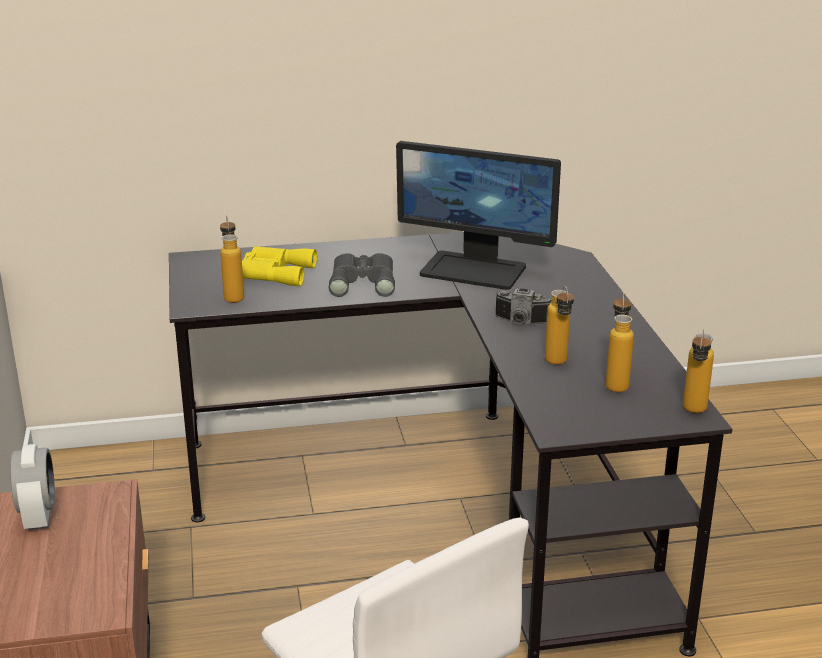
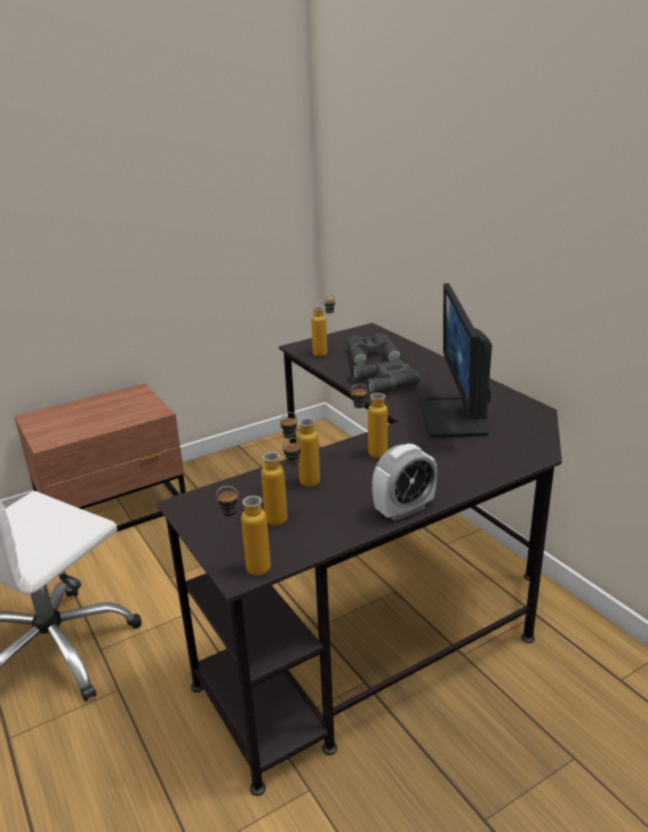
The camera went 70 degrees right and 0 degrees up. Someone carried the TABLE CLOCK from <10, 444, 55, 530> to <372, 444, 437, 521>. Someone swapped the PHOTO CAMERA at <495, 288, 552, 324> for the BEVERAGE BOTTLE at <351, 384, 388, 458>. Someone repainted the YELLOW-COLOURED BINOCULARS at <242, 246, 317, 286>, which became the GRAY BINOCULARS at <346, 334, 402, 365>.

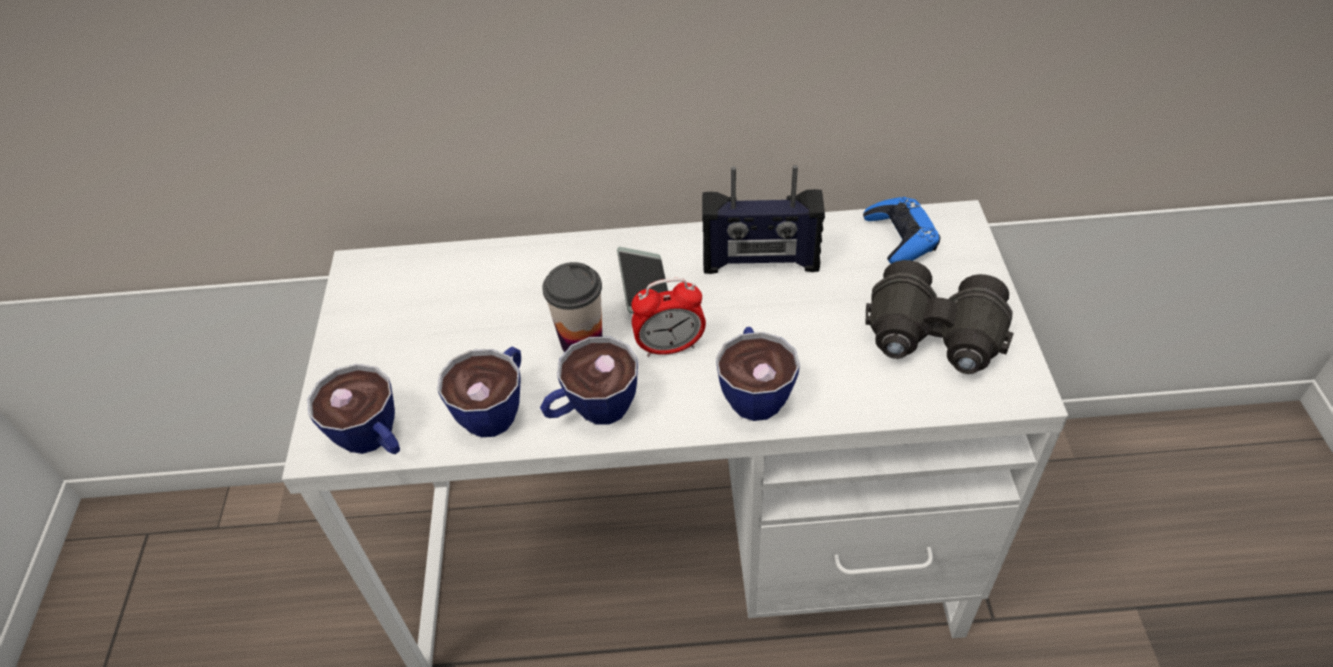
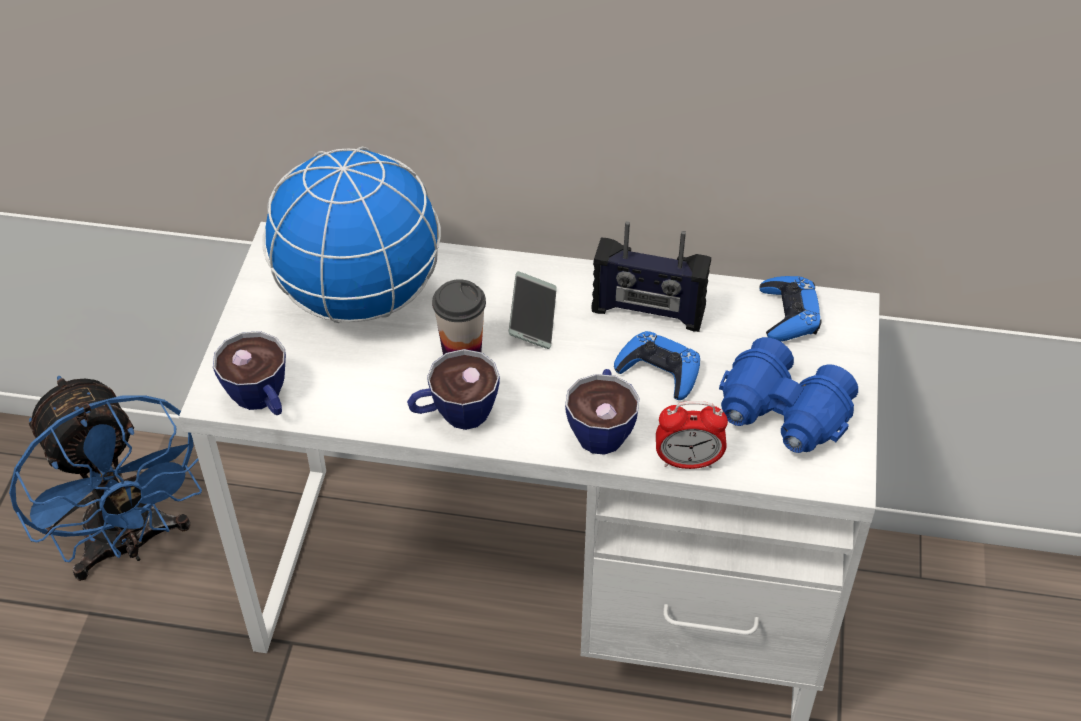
The camera went 10 degrees right and 0 degrees up. Someone took away the CUP at <437, 347, 521, 437>. Someone put down the BLUE-COLOURED COOLING FAN at <9, 376, 202, 581>. Someone put down the DESK GLOBE at <262, 147, 441, 323>. Someone put down the BLUE-COLOURED GAME CONTROLLER at <614, 331, 700, 400>. Someone carried the TABLE CLOCK from <631, 278, 706, 357> to <656, 401, 728, 469>. Someone repainted the BLACKISH BINOCULARS at <866, 260, 1014, 374>, which became the BLUE-COLOURED BINOCULARS at <719, 337, 858, 453>.

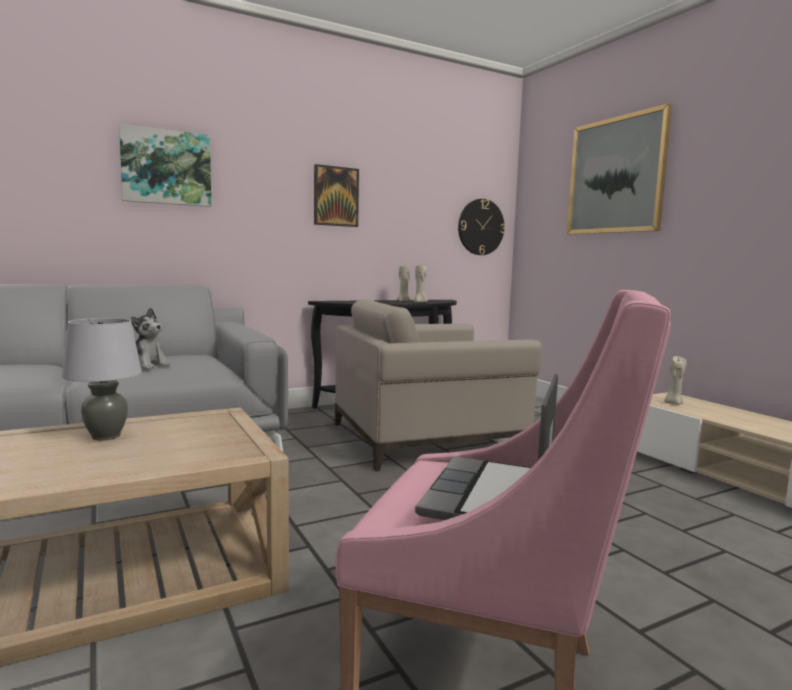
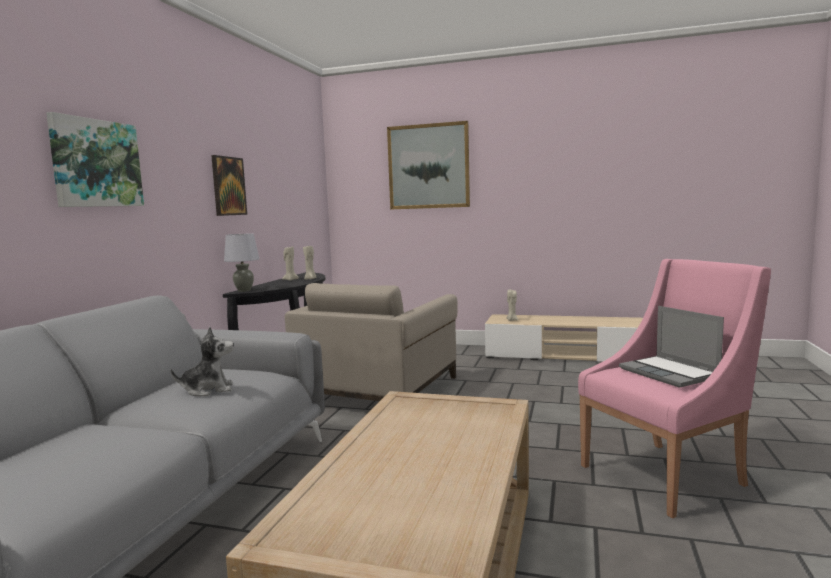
The camera went 45 degrees left and 0 degrees up. Someone took away the HANGING CLOCK at <458, 199, 505, 255>. Someone carried the GRAY TABLE LAMP from <62, 318, 142, 440> to <224, 234, 259, 292>.

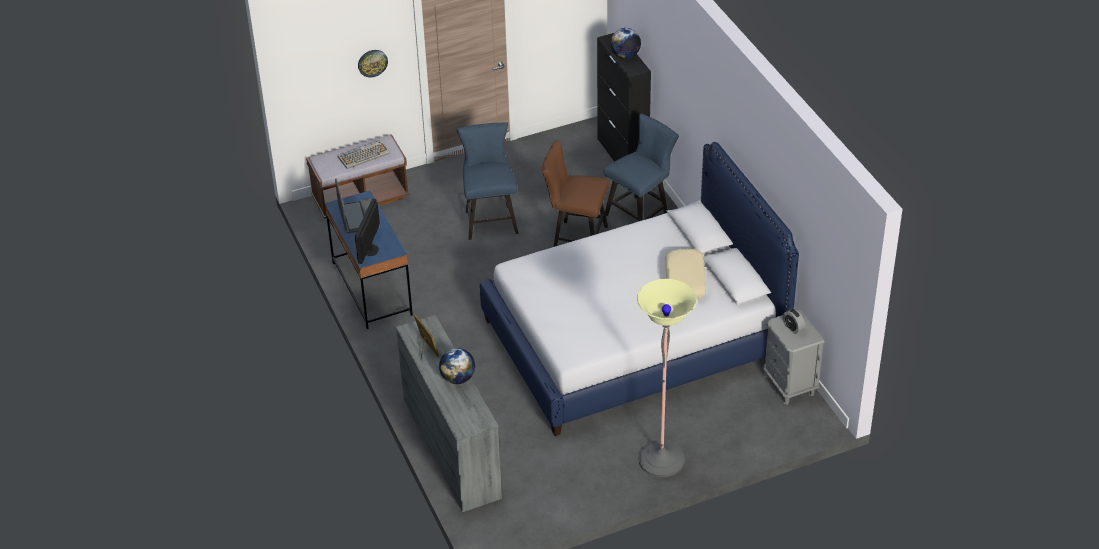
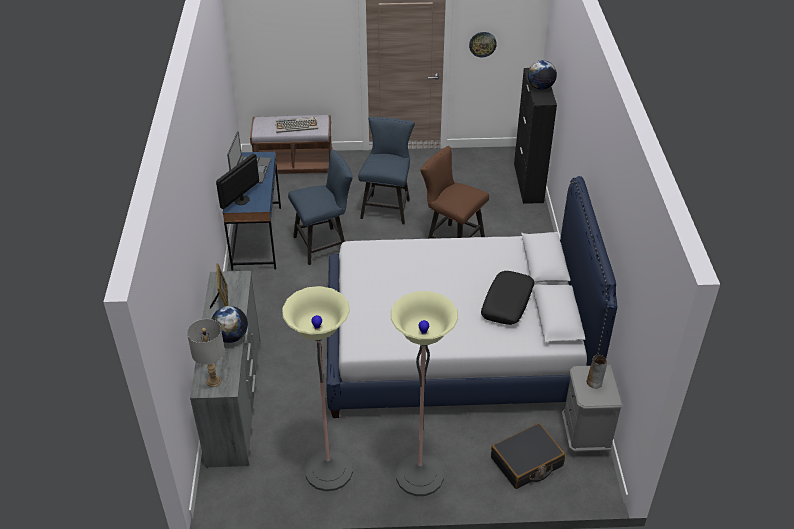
The camera went 20 degrees right and 0 degrees up. Someone put down the GRAY TABLE LAMP at <187, 319, 225, 387>. Someone put down the STANDARD LAMP at <282, 286, 353, 491>. Someone put down the BLACKISH TRAVEL CASE at <491, 423, 565, 489>. Someone carried the HANGING CLOCK from <358, 50, 388, 78> to <469, 32, 497, 57>. Someone carried the BLUE-COLOURED UPRIGHT CHAIR from <604, 114, 679, 221> to <288, 150, 353, 265>. Someone swapped the TABLE CLOCK at <783, 309, 805, 334> for the FLOWER VASE at <586, 354, 607, 389>. Someone repainted the BEIGE-COLOURED THROW PILLOW at <665, 249, 706, 299>, which became the BLACKISH THROW PILLOW at <481, 271, 535, 325>.

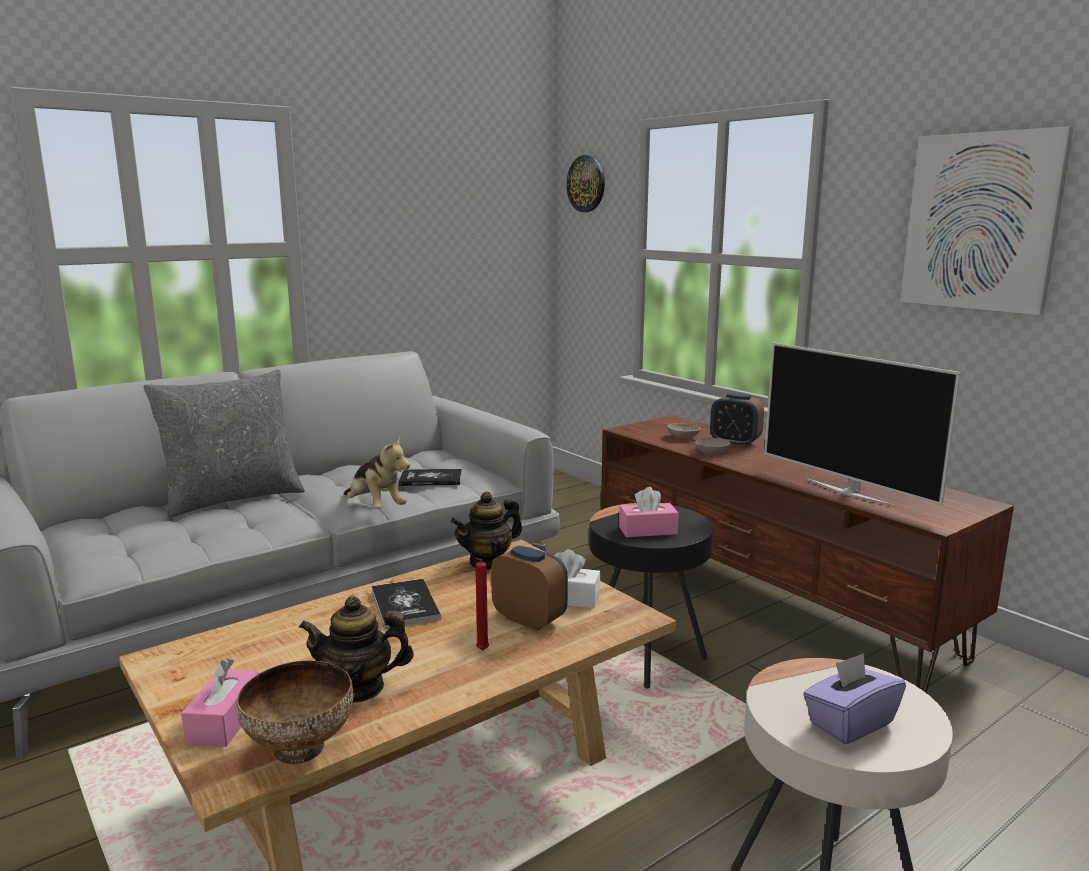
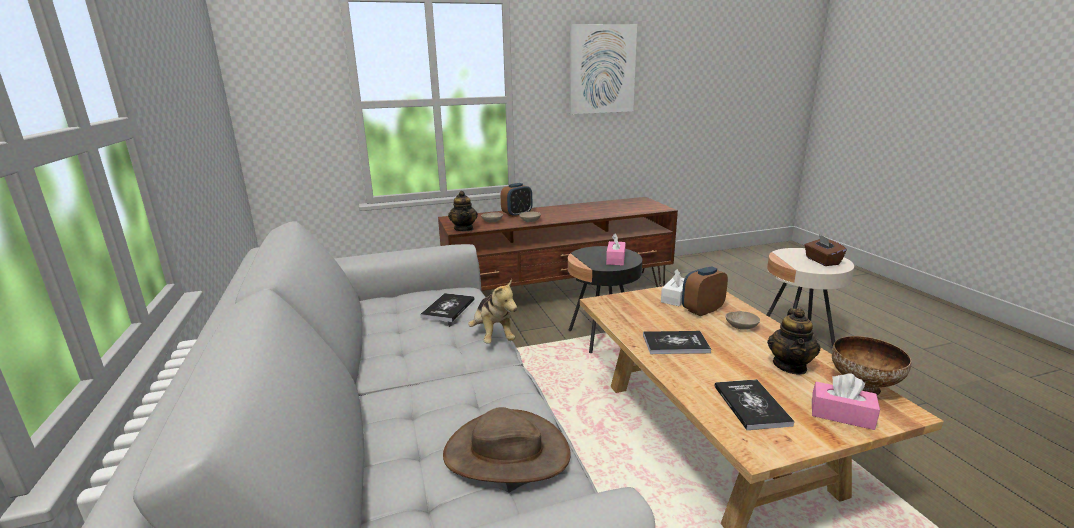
The camera went 70 degrees left and 5 degrees up. Someone took away the GRAY THROW PILLOW at <143, 369, 305, 518>. Someone took away the HANGING CLOCK at <566, 155, 605, 212>. Someone took away the TV SET at <764, 343, 961, 507>. Someone put down the BROWN HAT at <443, 407, 571, 483>. Someone put down the BOUND BOOK at <714, 379, 795, 430>. Someone carried the TEAPOT from <450, 492, 522, 570> to <448, 191, 478, 231>. Someone swapped the RED-COLOURED WAX CANDLE at <475, 558, 489, 650> for the BEIGE-COLOURED DEEP DISH at <725, 311, 760, 330>. Someone repainted the PURPLE TISSUE HOLDER at <803, 653, 906, 744>, which became the BROWN TISSUE HOLDER at <804, 234, 847, 266>. Someone rotated the SOFT TOY at <344, 436, 410, 509> by 90 degrees clockwise.

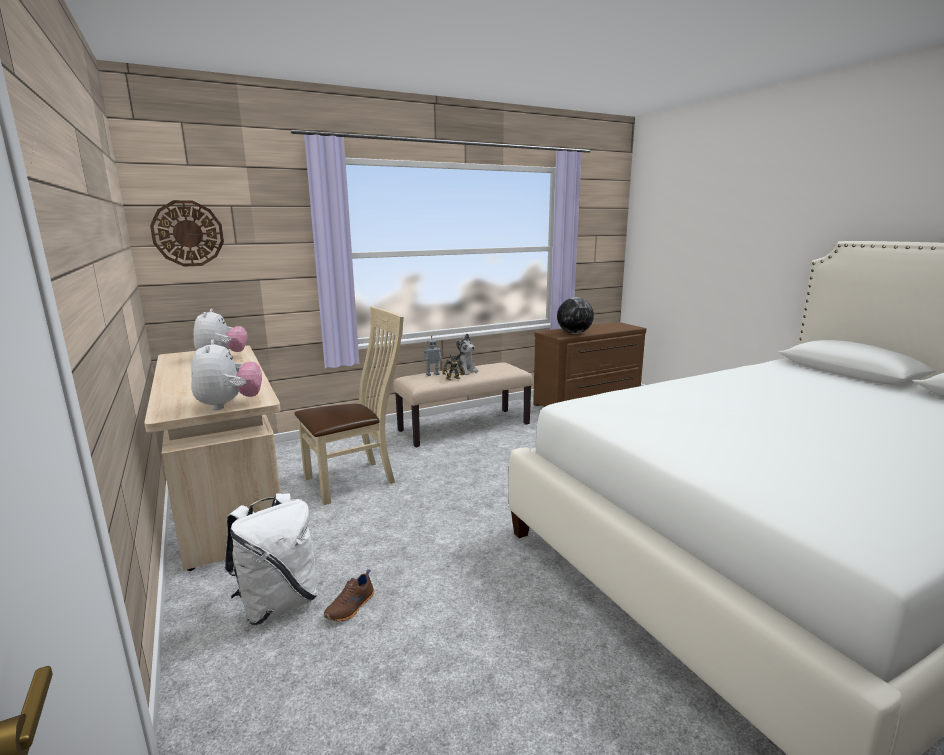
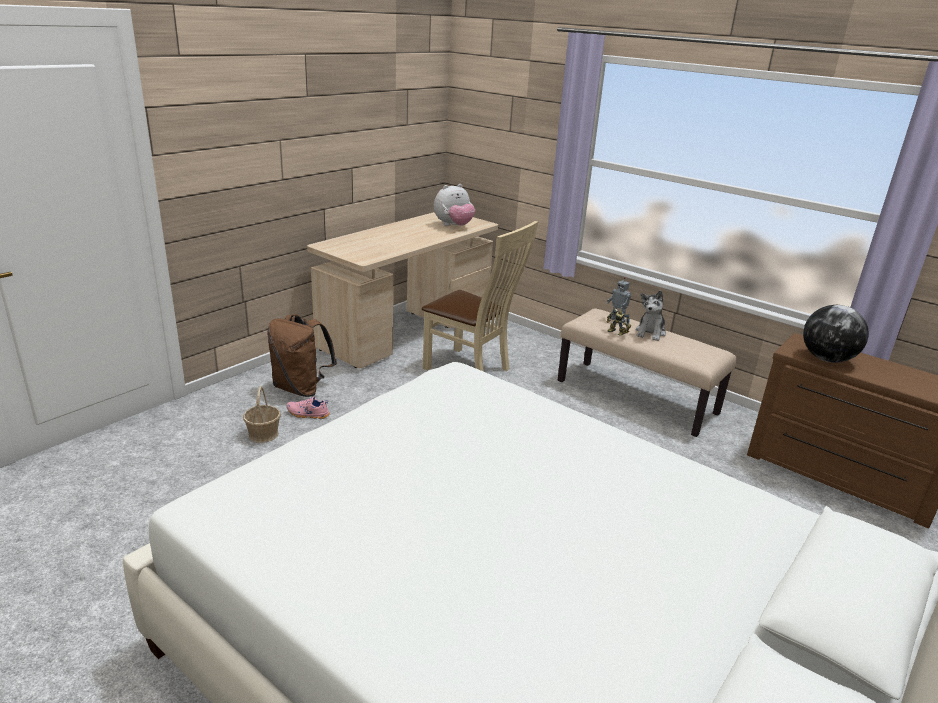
The camera went 65 degrees right and 10 degrees up. Someone took away the HANGING CLOCK at <150, 200, 224, 267>. Someone took away the SOFT TOY at <191, 340, 262, 410>. Someone put down the STORAGE BASKET at <243, 386, 281, 443>. Someone repainted the WHITE-COLOURED KNAPSACK at <225, 493, 318, 625>, which became the BROWN KNAPSACK at <267, 314, 337, 397>. Someone repainted the BROWN ITEM OF FOOTWEAR at <324, 569, 374, 622>, which became the PINK-COLOURED ITEM OF FOOTWEAR at <287, 397, 330, 419>.

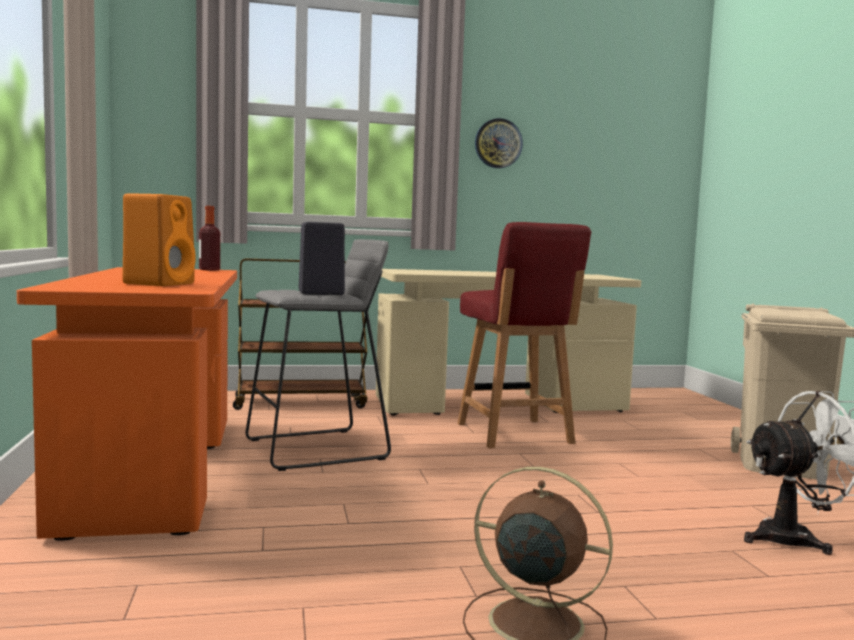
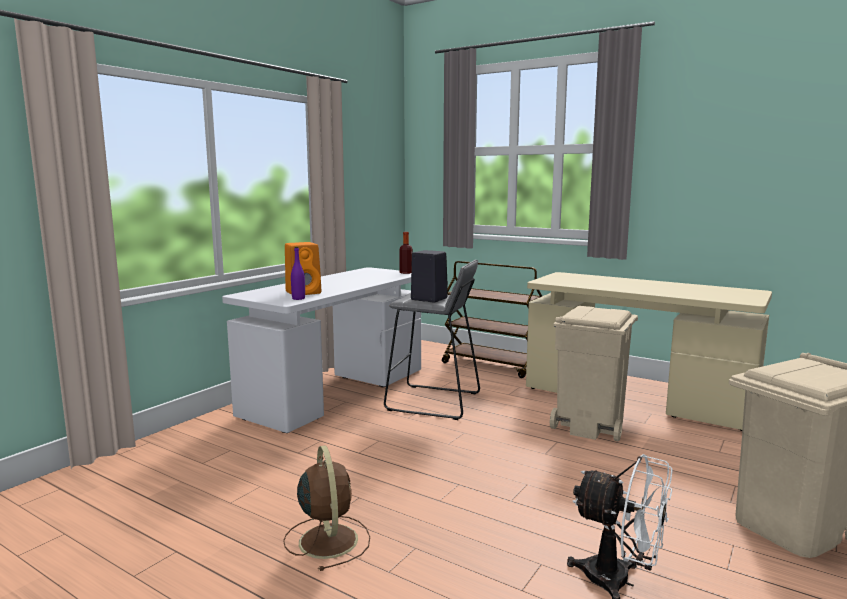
The camera went 45 degrees right and 5 degrees up. Someone took away the HANGING CLOCK at <475, 118, 523, 168>. Someone put down the PURPLE BEVERAGE BOTTLE at <291, 247, 305, 300>. Someone swapped the RED-COLOURED UPRIGHT CHAIR at <457, 222, 591, 448> for the BEIGE-COLOURED WASTE BIN at <550, 306, 638, 442>. Someone repainted the ORANGE DESK UNIT at <17, 267, 237, 541>, which became the WHITE-COLOURED DESK UNIT at <222, 267, 421, 433>.

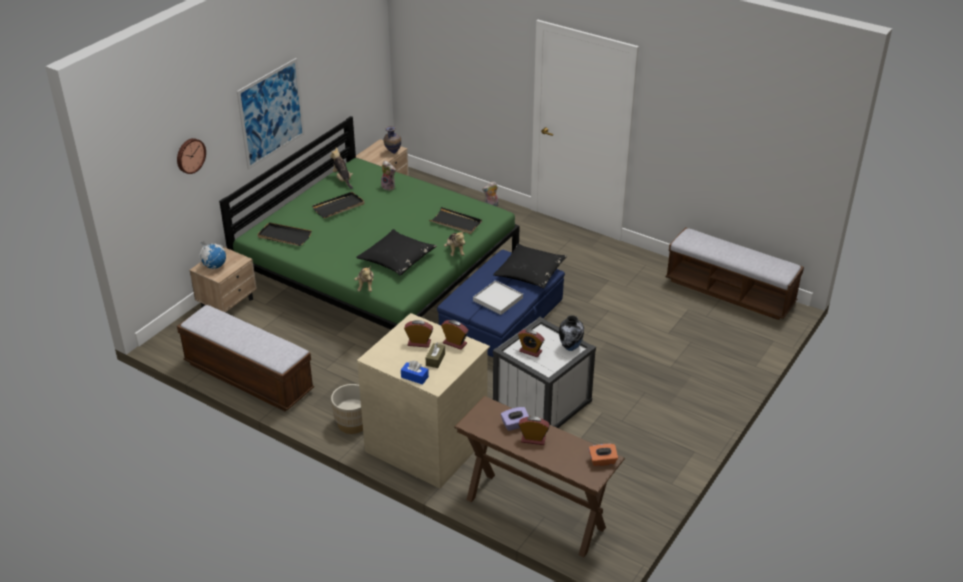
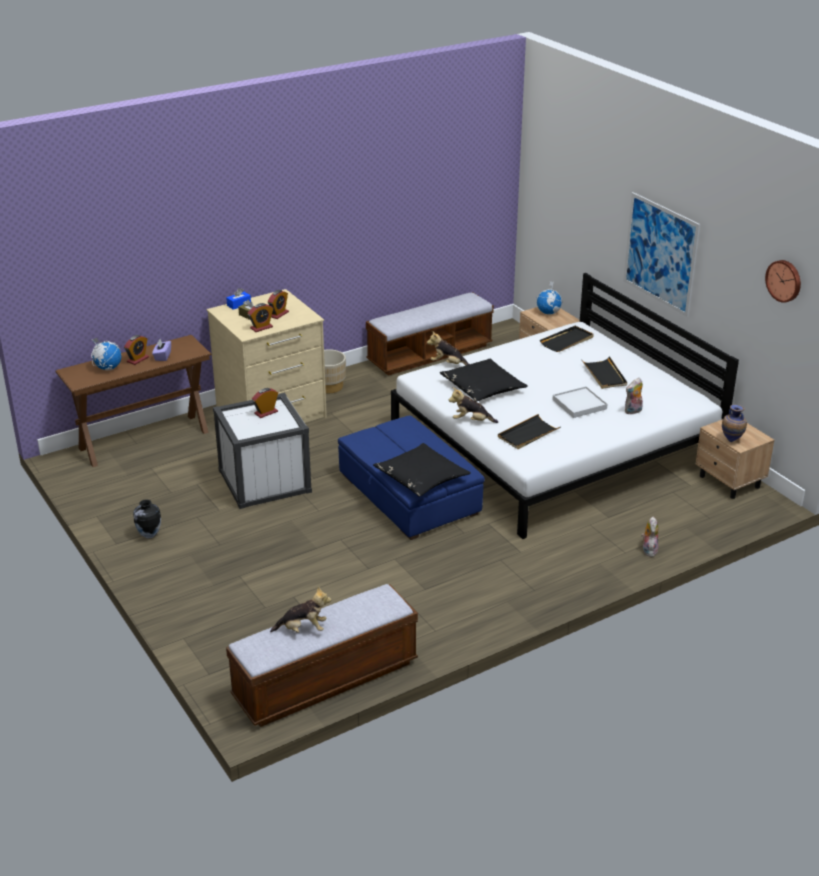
The camera went 115 degrees right and 5 degrees down. Someone took away the ORANGE TISSUE HOLDER at <589, 444, 618, 466>. Someone put down the DESK GLOBE at <91, 338, 121, 370>. Someone carried the HANGING CLOCK from <177, 138, 206, 174> to <765, 260, 801, 303>. Someone carried the SOFT TOY from <330, 148, 353, 189> to <270, 586, 331, 633>. Someone carried the WHITE-COLOURED CARRYING TRAY from <473, 280, 523, 315> to <553, 386, 607, 418>. Someone carried the FLOWER VASE from <559, 316, 584, 351> to <133, 499, 161, 539>. Someone repainted the GREEN SLEEPING BED at <219, 116, 519, 330>, which became the WHITE-COLOURED SLEEPING BED at <391, 273, 739, 539>.

